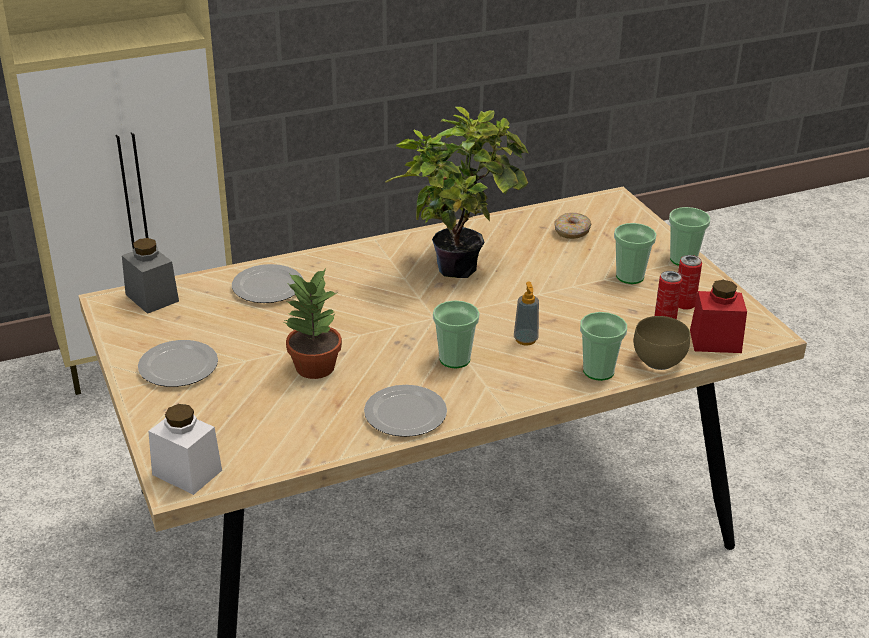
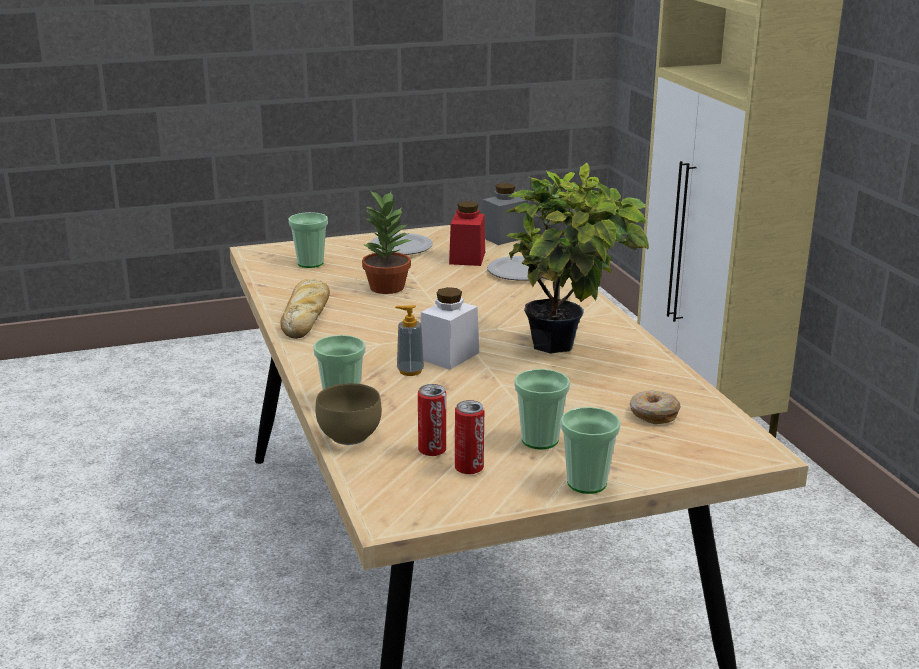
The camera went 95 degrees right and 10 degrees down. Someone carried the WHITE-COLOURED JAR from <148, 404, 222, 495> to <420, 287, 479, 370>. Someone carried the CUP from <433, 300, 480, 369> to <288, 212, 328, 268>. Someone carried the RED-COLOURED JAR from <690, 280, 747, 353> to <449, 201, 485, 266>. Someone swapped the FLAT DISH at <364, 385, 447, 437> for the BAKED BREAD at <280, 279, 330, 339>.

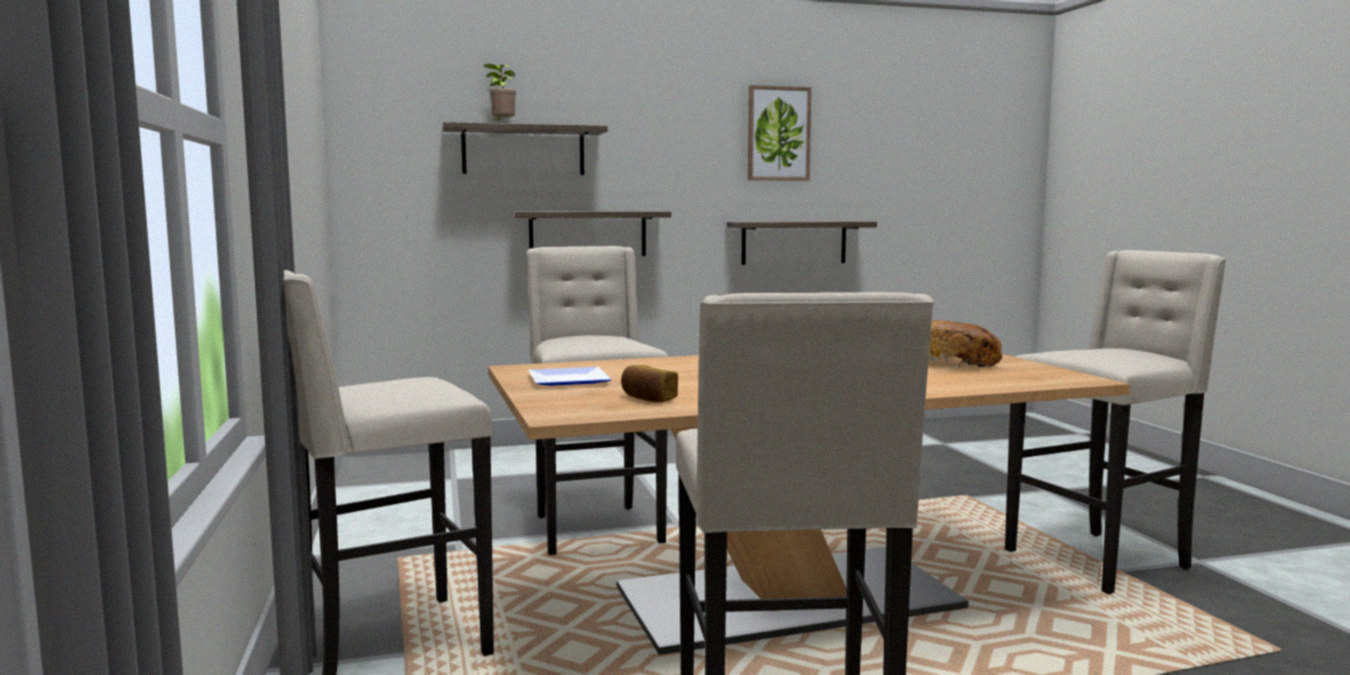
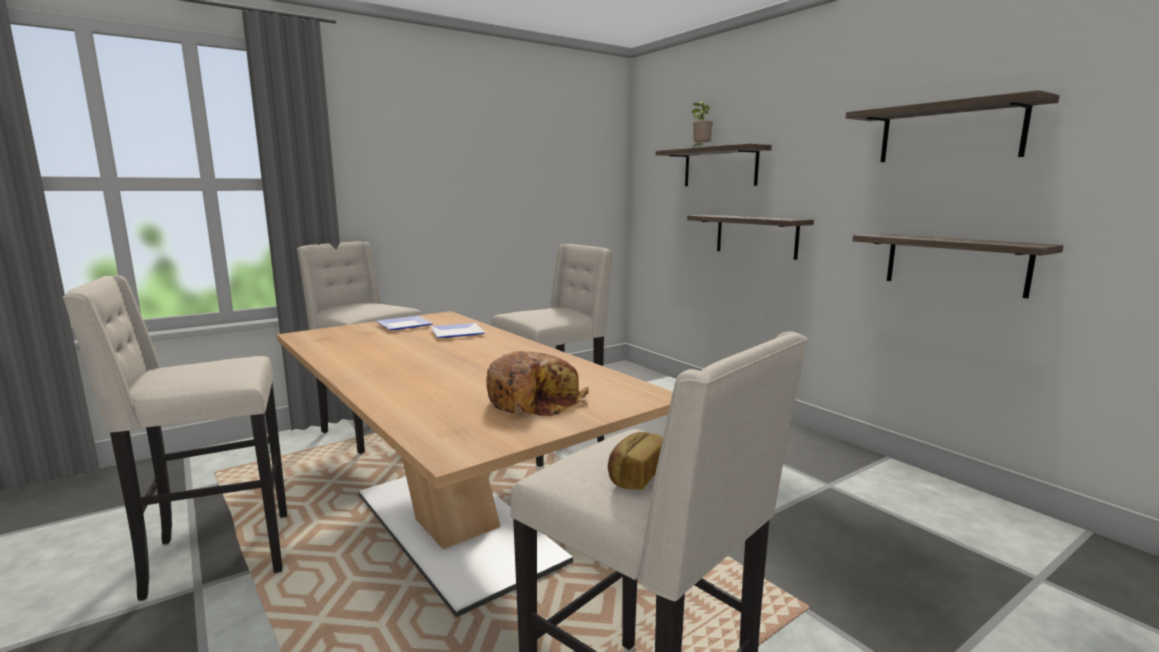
The camera went 70 degrees right and 5 degrees up. Someone put down the FLAT DISH at <431, 323, 485, 338>. Someone carried the BAKED BREAD from <621, 365, 678, 402> to <608, 432, 663, 490>. Someone swapped the PICTURE at <748, 85, 811, 181> for the BRACKET SHELF at <845, 90, 1060, 162>.

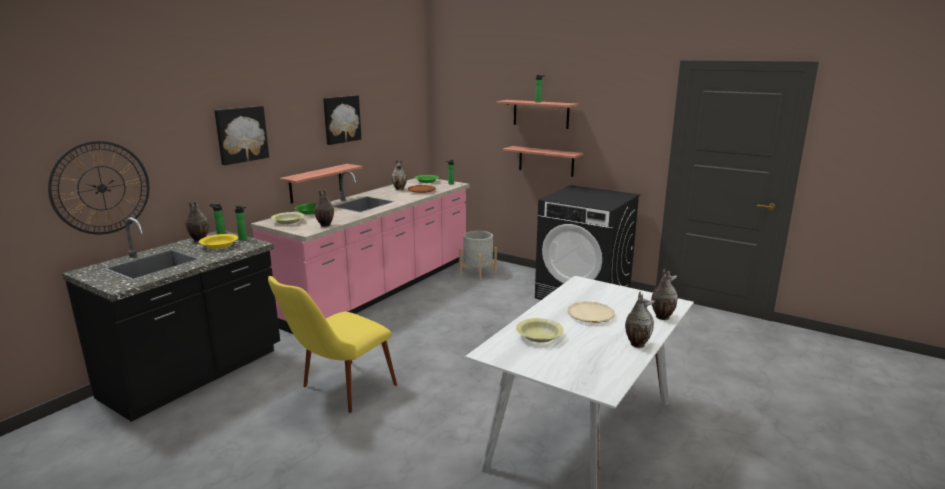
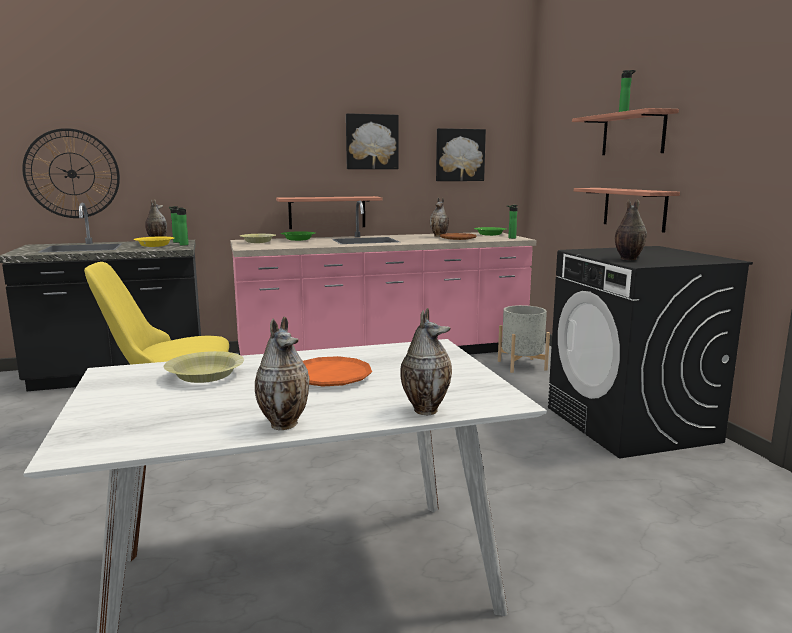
The camera went 40 degrees right and 5 degrees down. Someone carried the PICTURE from <214, 106, 269, 165> to <436, 128, 486, 181>. Someone carried the FLOWER VASE from <315, 188, 334, 227> to <615, 199, 647, 260>. Someone repainted the BEIGE-COLOURED FLAT DISH at <567, 301, 615, 323>, which became the ORANGE FLAT DISH at <303, 356, 372, 386>.

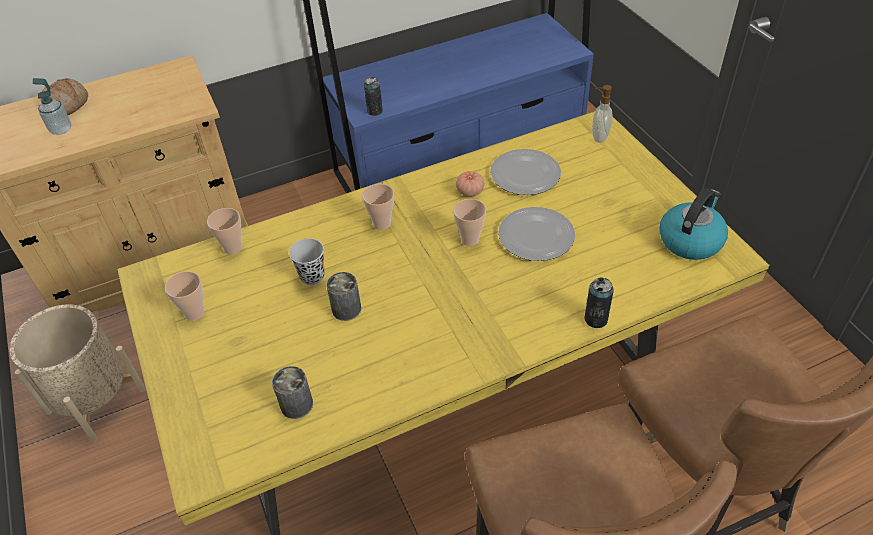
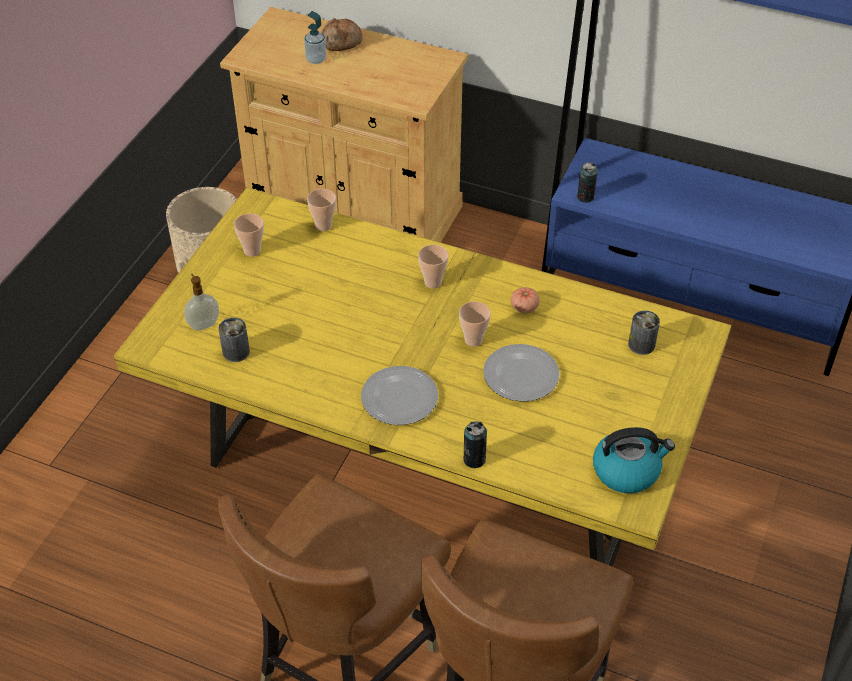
The camera went 45 degrees right and 0 degrees up. Someone took away the BLACKISH CUP at <289, 238, 325, 285>. Someone carried the METAL CAN from <326, 272, 361, 321> to <628, 310, 660, 355>. Someone carried the FLAT DISH from <490, 149, 561, 195> to <361, 366, 438, 425>. Someone carried the SOAP BOTTLE from <592, 85, 613, 143> to <184, 274, 219, 331>.

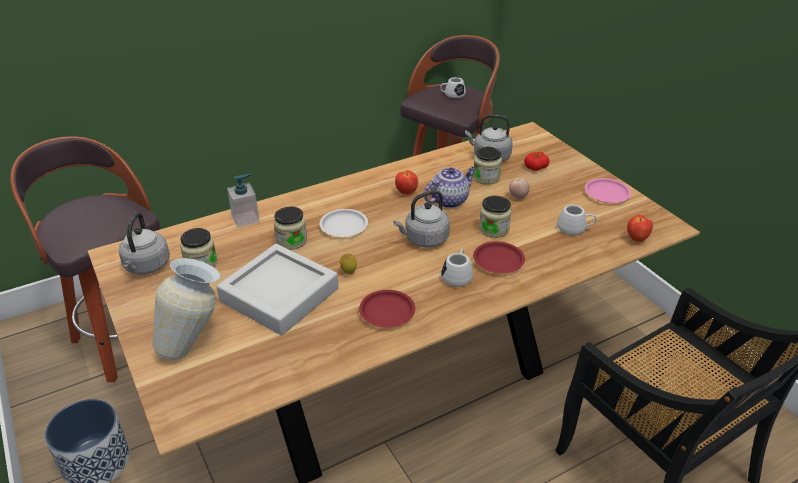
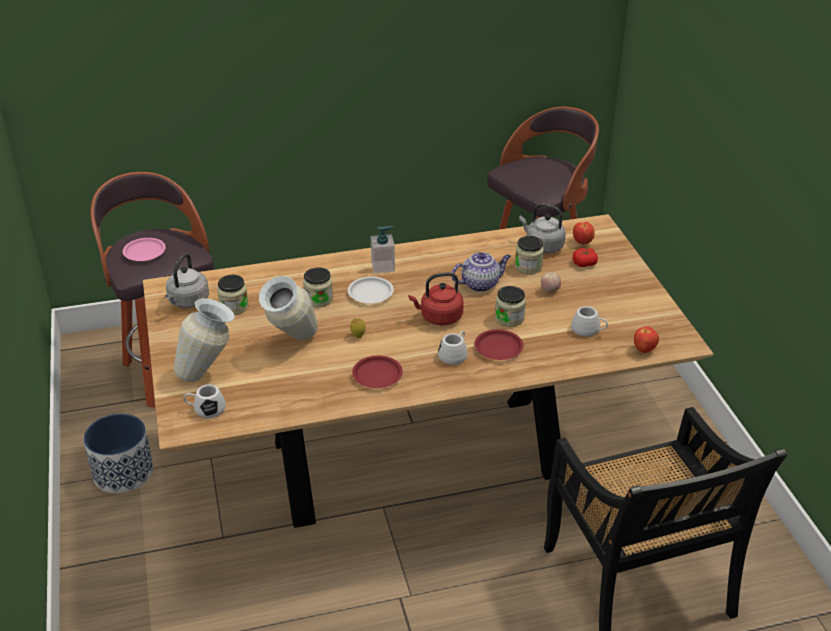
The camera went 15 degrees right and 0 degrees up. Someone carried the SOAP BOTTLE from <227, 174, 260, 228> to <371, 226, 395, 274>. Someone carried the APPLE from <395, 170, 418, 194> to <573, 222, 595, 245>. Someone carried the WHITE-COLOURED COFFEE MUG from <440, 77, 466, 98> to <183, 384, 226, 418>. Someone carried the PINK-COLOURED FLAT DISH from <585, 178, 631, 203> to <123, 238, 166, 261>. Someone swapped the GRAY CARRYING TRAY at <217, 244, 339, 335> for the FLOWER VASE at <259, 276, 318, 341>. Someone repainted the GRAY TEA KETTLE at <393, 190, 450, 247>, which became the RED-COLOURED TEA KETTLE at <409, 272, 464, 325>.

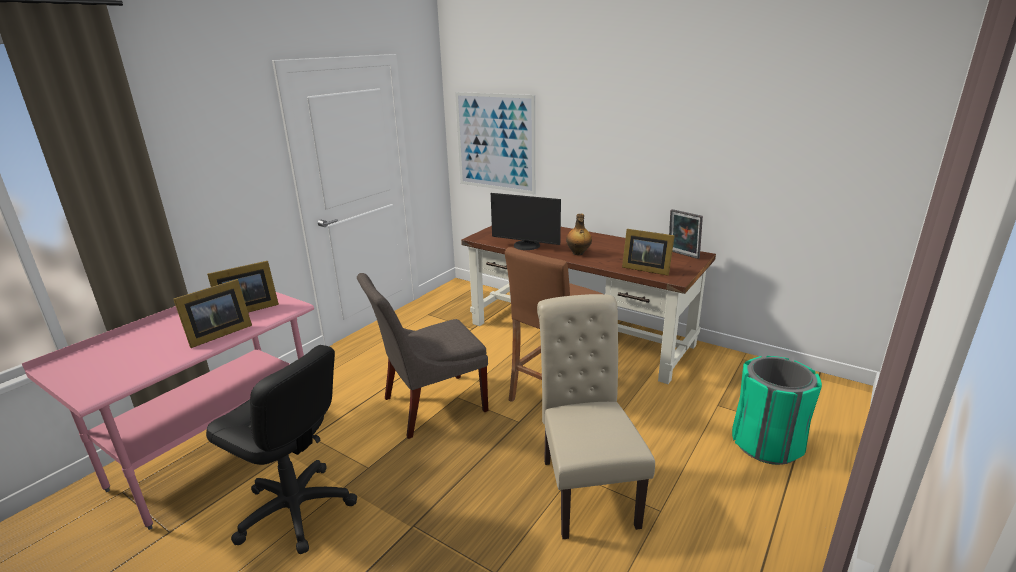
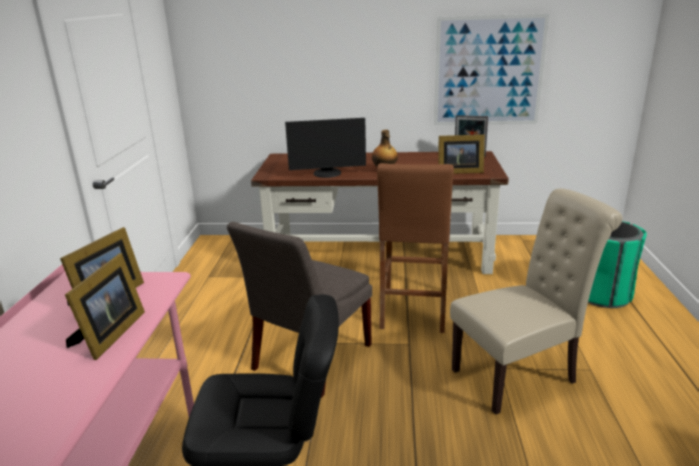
The camera went 30 degrees left and 0 degrees up. Someone carried the PICTURE from <455, 92, 535, 194> to <434, 14, 549, 125>. Someone rotated the BEIGE-COLOURED UPRIGHT CHAIR at <537, 294, 655, 539> by 105 degrees clockwise.

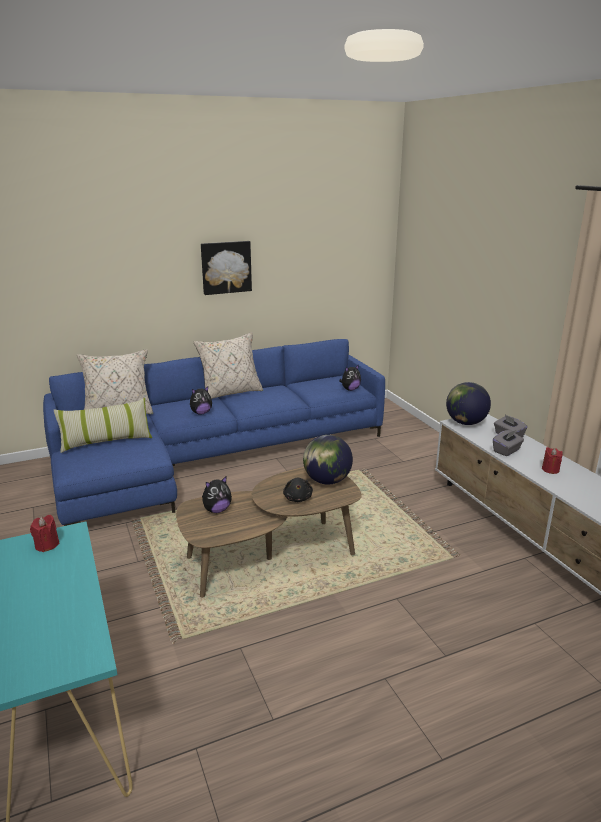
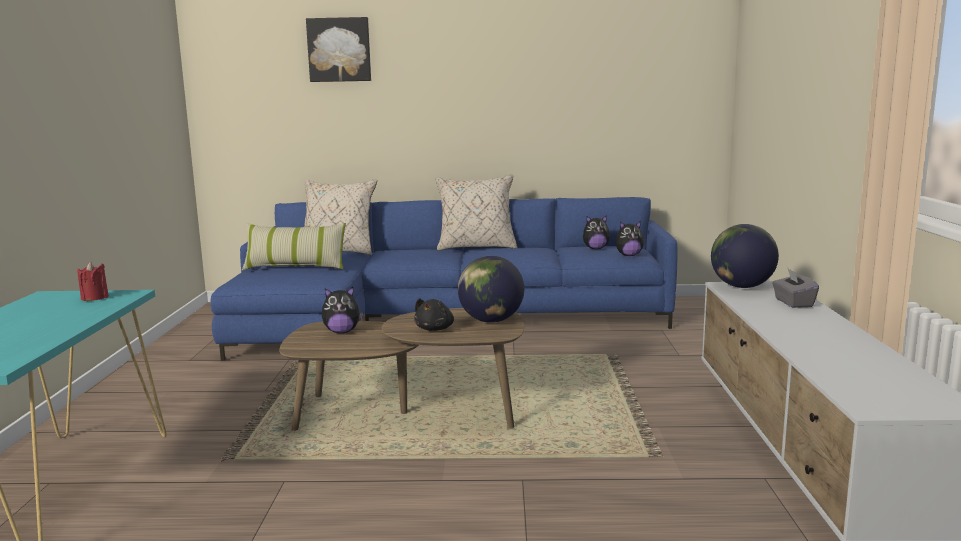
The camera went 25 degrees right and 10 degrees down. Someone took away the GRAY TISSUE HOLDER at <493, 430, 524, 456>. Someone took away the RED-COLOURED WAX CANDLE at <542, 447, 563, 474>. Someone carried the SOFT TOY from <190, 386, 212, 415> to <583, 215, 610, 249>. Someone carried the PICTURE from <201, 241, 252, 295> to <306, 17, 371, 82>.

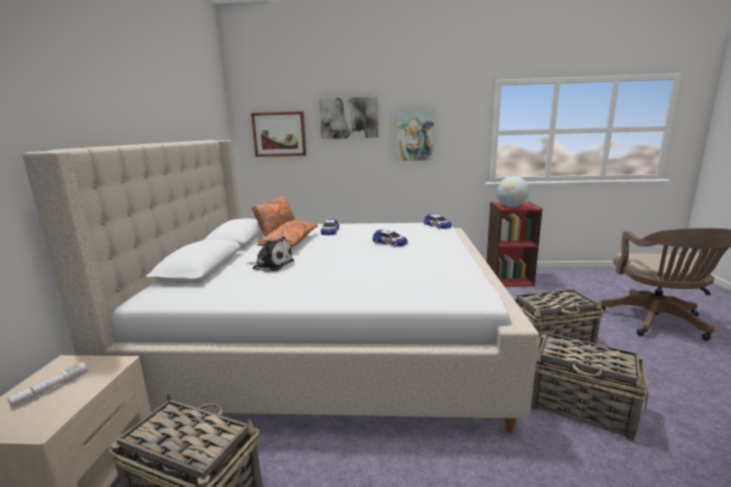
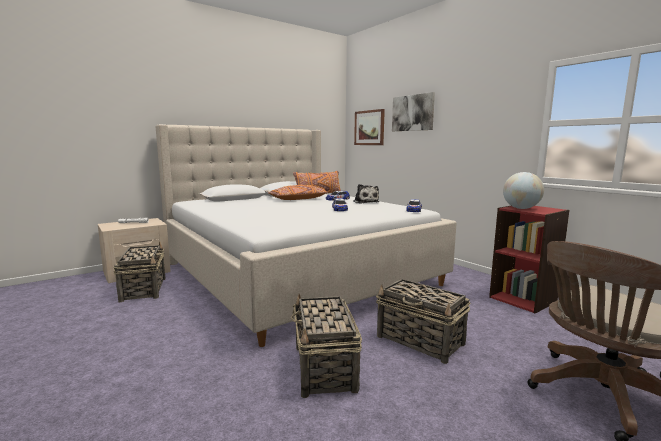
The camera went 50 degrees right and 5 degrees down. Someone took away the PICTURE at <395, 110, 434, 161>. Someone carried the SOFT TOY from <246, 236, 294, 272> to <353, 184, 379, 204>.

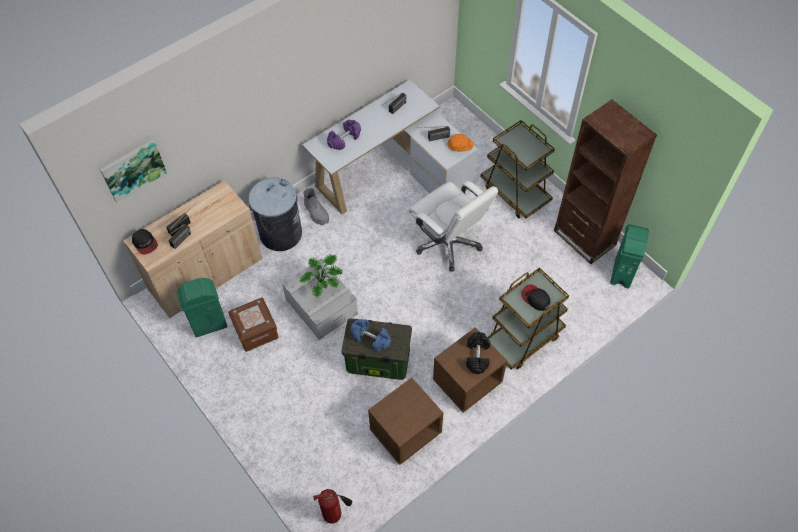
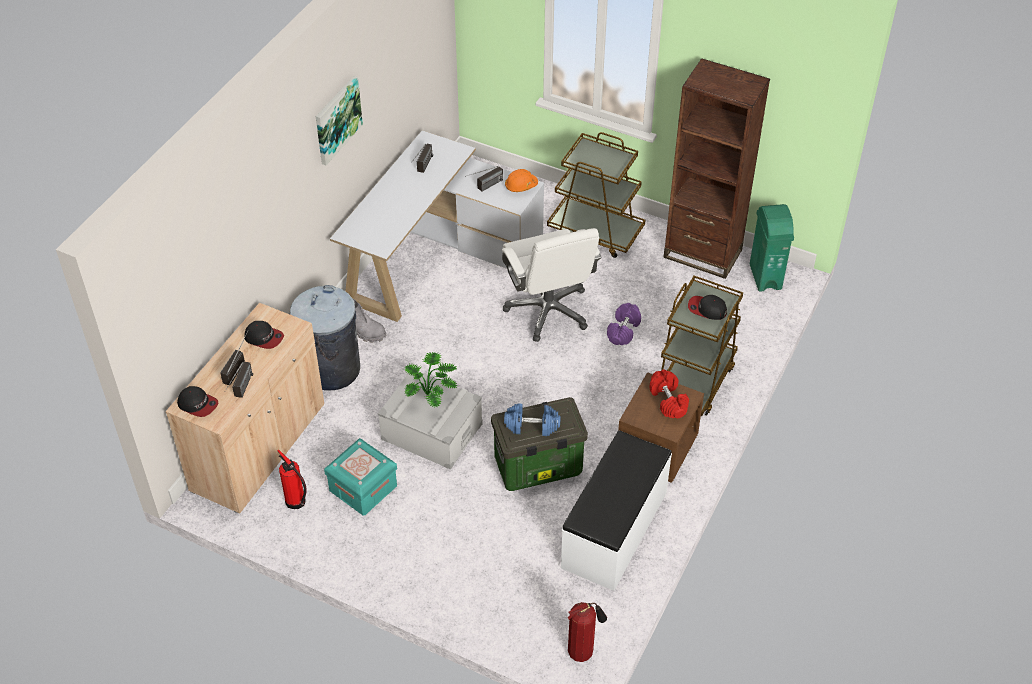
The camera went 25 degrees left and 10 degrees down. Someone put down the BASEBALL CAP at <244, 321, 284, 349>. Someone carried the PICTURE from <100, 140, 167, 202> to <316, 76, 363, 165>. Someone carried the PURPLE FREE WEIGHT from <327, 120, 361, 150> to <607, 303, 641, 345>. Someone swapped the GREEN WASTE BIN at <177, 278, 227, 337> for the FIRE-FIGHTING CYLINDER at <277, 450, 307, 509>. Someone swapped the BROWN BEDSIDE TABLE at <368, 377, 443, 465> for the WHITE-COLOURED BENCH at <561, 430, 672, 591>. Someone repainted the BROWN STORAGE CONTAINER at <228, 297, 278, 352>, which became the TURQUOISE-COLOURED STORAGE CONTAINER at <324, 438, 397, 515>. Someone repainted the BLACKISH FREE WEIGHT at <466, 332, 490, 374>, which became the RED-COLOURED FREE WEIGHT at <649, 369, 689, 418>. Someone rotated the WHITE-COLOURED COMPUTER CHAIR at <409, 181, 498, 272> by 45 degrees clockwise.

